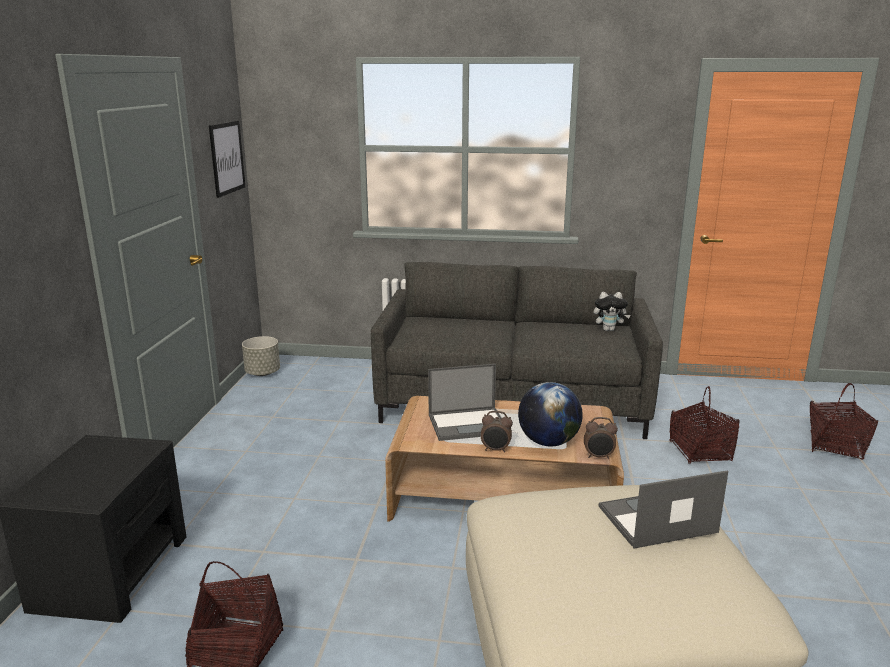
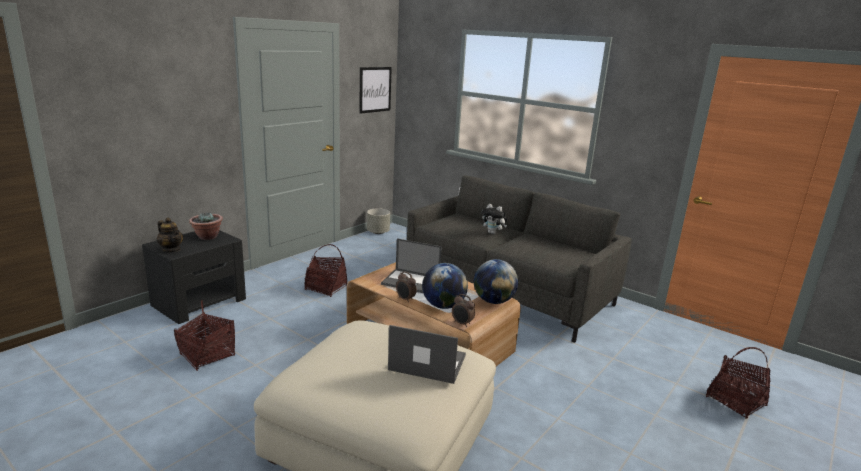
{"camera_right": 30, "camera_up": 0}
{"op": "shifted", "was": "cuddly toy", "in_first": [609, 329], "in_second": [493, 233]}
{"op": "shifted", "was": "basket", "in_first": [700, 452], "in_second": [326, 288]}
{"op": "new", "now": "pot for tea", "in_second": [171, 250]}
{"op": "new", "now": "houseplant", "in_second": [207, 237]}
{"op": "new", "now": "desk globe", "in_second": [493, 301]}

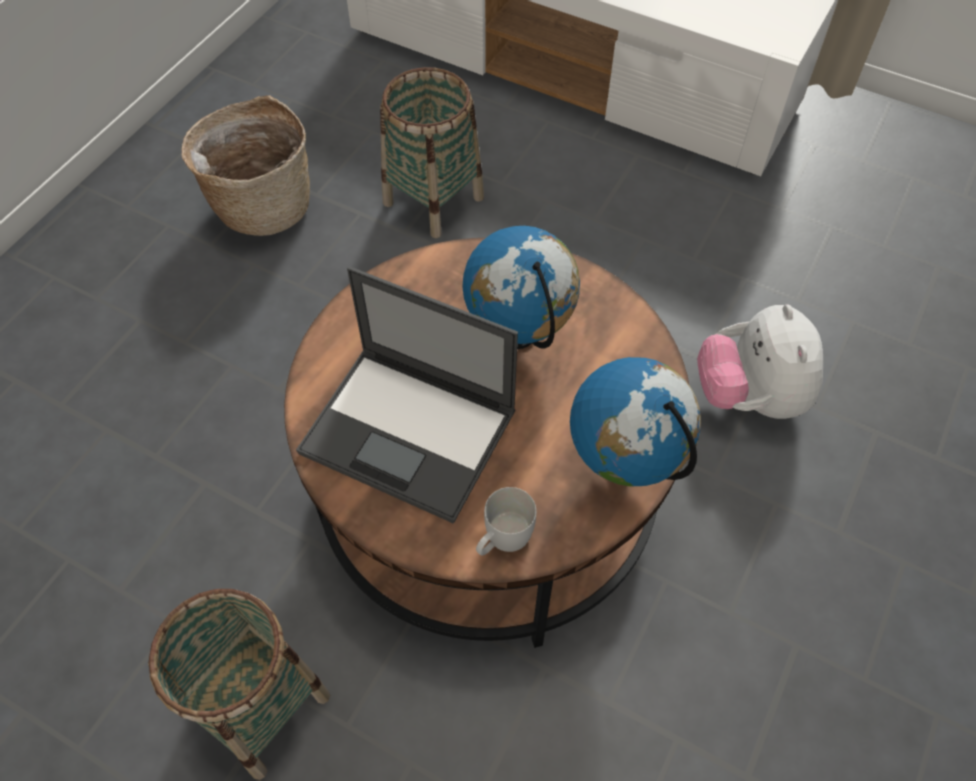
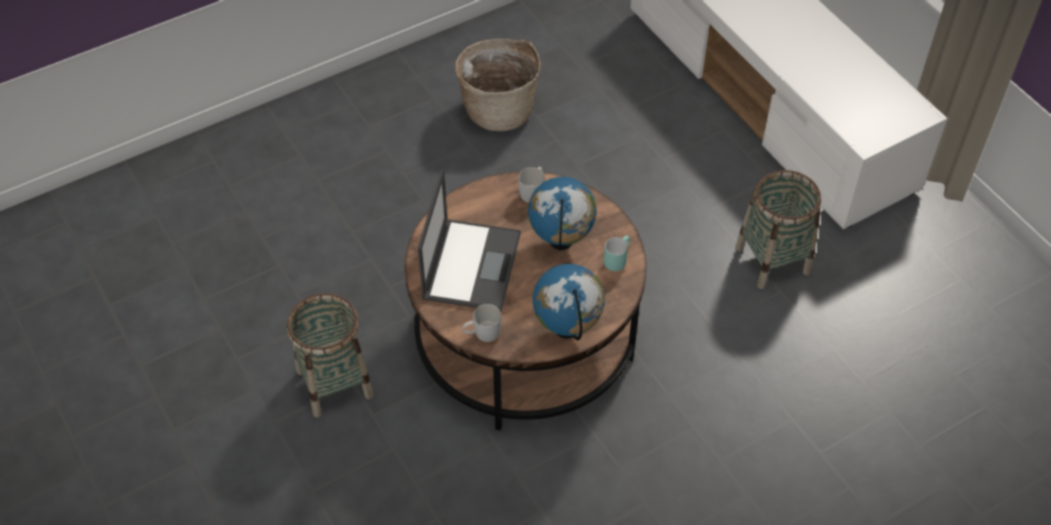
{"camera_right": 30, "camera_up": -5}
{"op": "rotated", "was": "portable computer", "in_first": [411, 432], "in_second": [471, 264], "clockwise": -135}
{"op": "shifted", "was": "basket", "in_first": [434, 200], "in_second": [773, 260]}
{"op": "gone", "was": "cuddly toy", "in_first": [749, 396]}
{"op": "new", "now": "white coffee mug", "in_second": [533, 191]}
{"op": "new", "now": "blue-green coffee mug", "in_second": [616, 259]}

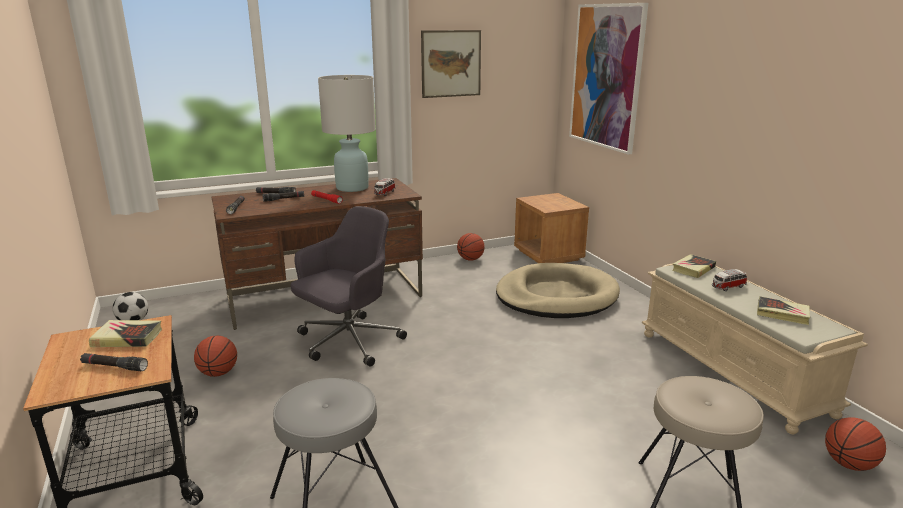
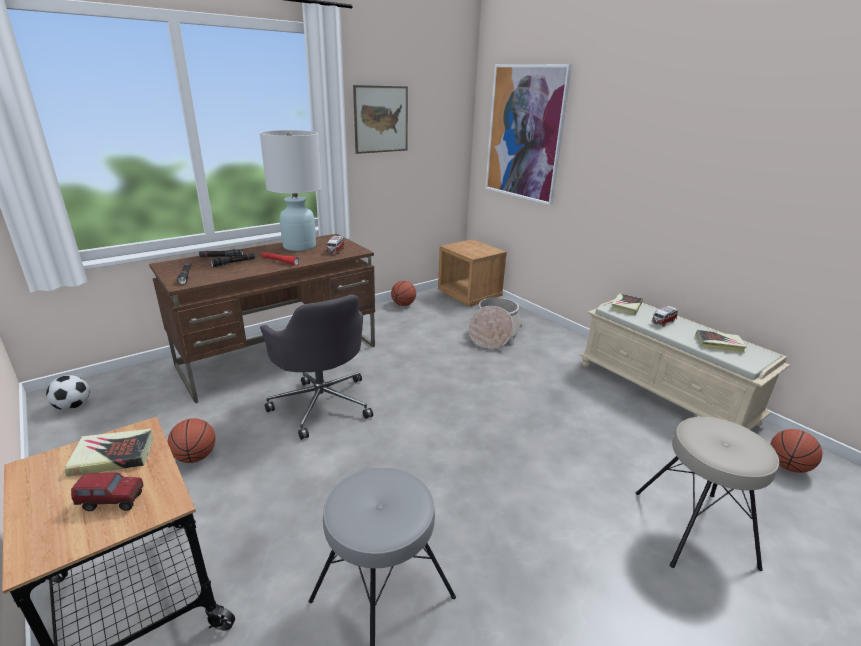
{"camera_right": -15, "camera_up": 5}
{"op": "swapped", "was": "blackish flashlight", "now": "model truck", "in_first": [114, 367], "in_second": [112, 502]}
{"op": "rotated", "was": "gray desk chair", "in_first": [348, 342], "in_second": [322, 403], "clockwise": 120}
{"op": "swapped", "was": "sand-coloured pet bed", "now": "basket", "in_first": [556, 296], "in_second": [493, 335]}

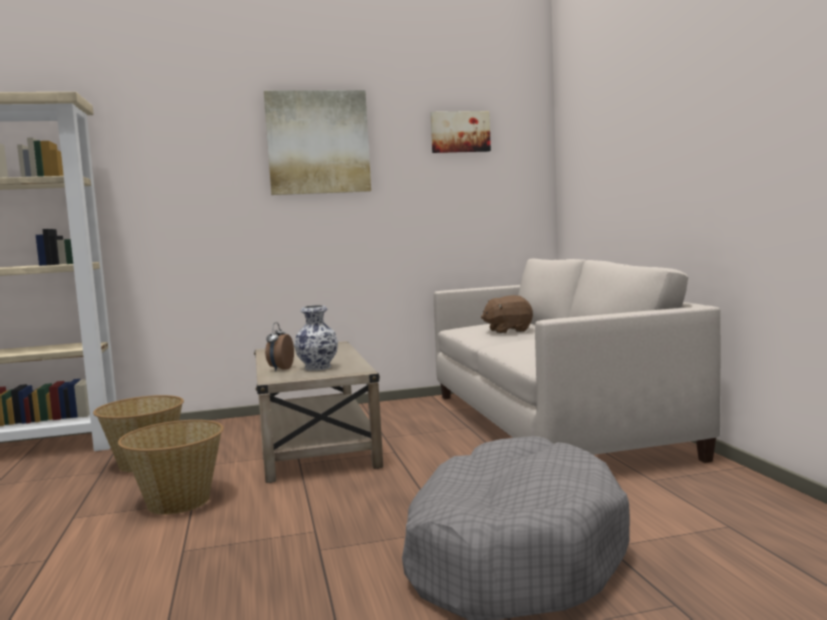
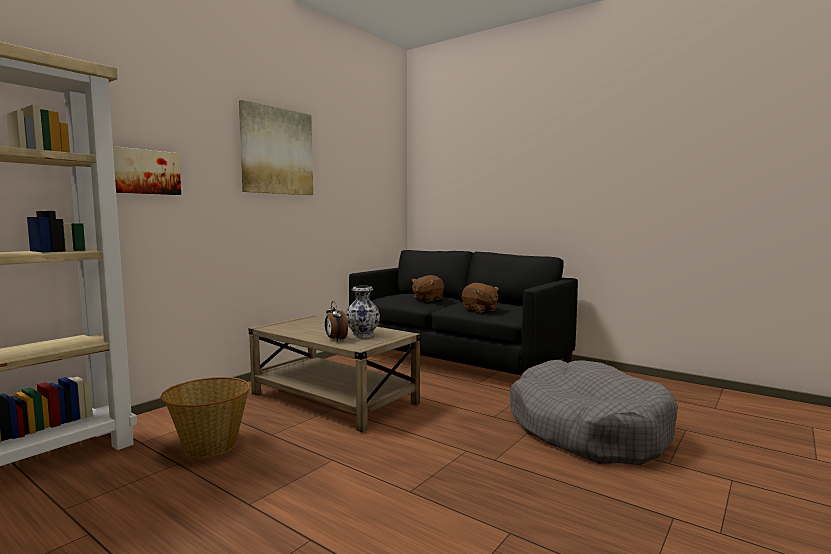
{"camera_right": -40, "camera_up": 0}
{"op": "gone", "was": "basket", "in_first": [178, 501]}
{"op": "shifted", "was": "wall picture", "in_first": [459, 132], "in_second": [145, 172]}
{"op": "repainted", "was": "sand-coloured settee", "now": "blackish settee", "in_first": [552, 424], "in_second": [457, 358]}
{"op": "new", "now": "brown-coloured cuddly toy", "in_second": [479, 310]}

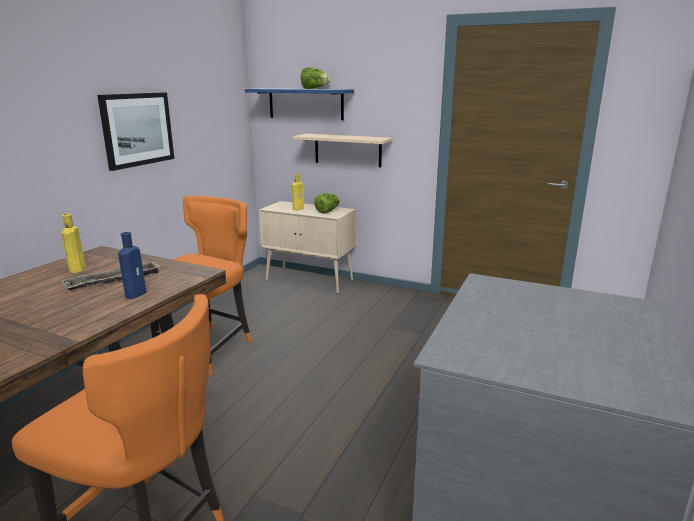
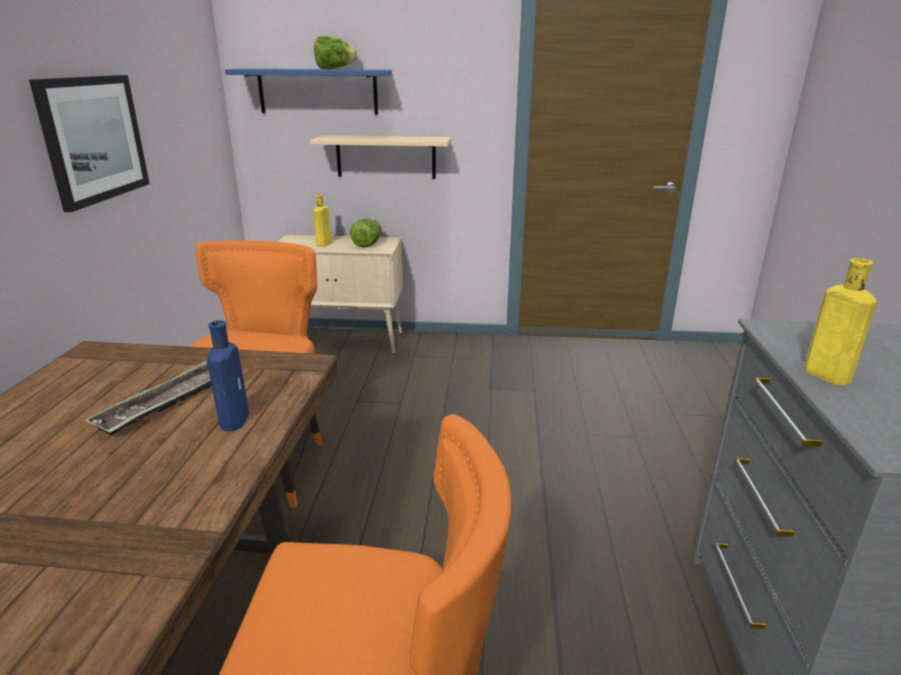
{"camera_right": -20, "camera_up": 5}
{"op": "shifted", "was": "yellowish drink bottle", "in_first": [78, 268], "in_second": [823, 374]}

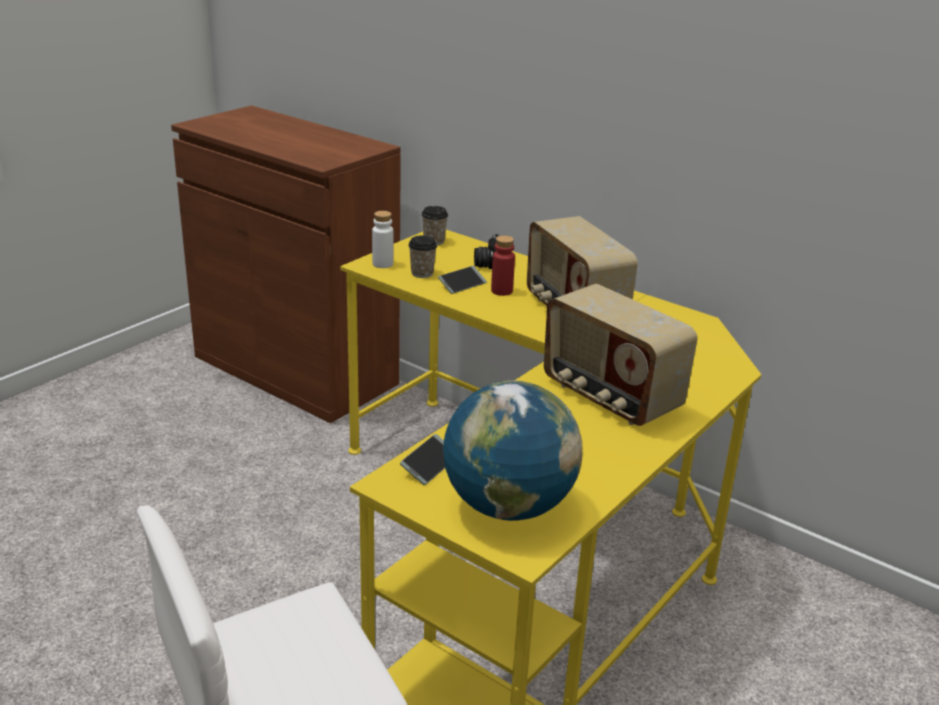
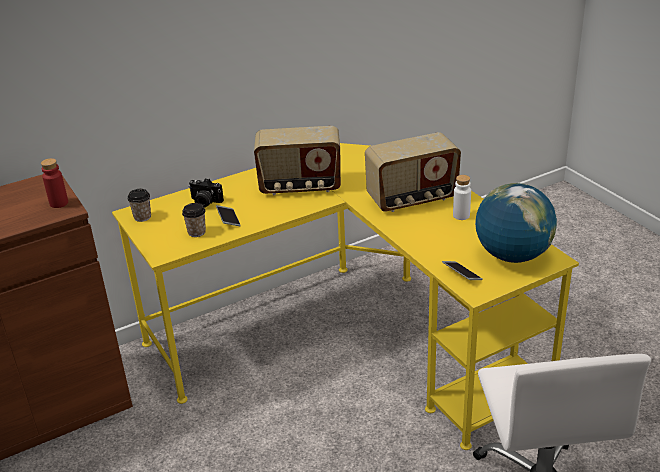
{"camera_right": -65, "camera_up": 5}
{"op": "shifted", "was": "white drink bottle", "in_first": [382, 264], "in_second": [461, 215]}
{"op": "shifted", "was": "reddish drink bottle", "in_first": [501, 291], "in_second": [59, 203]}

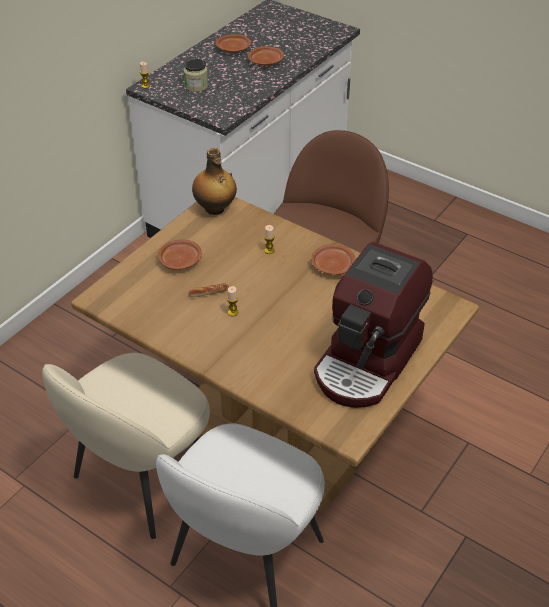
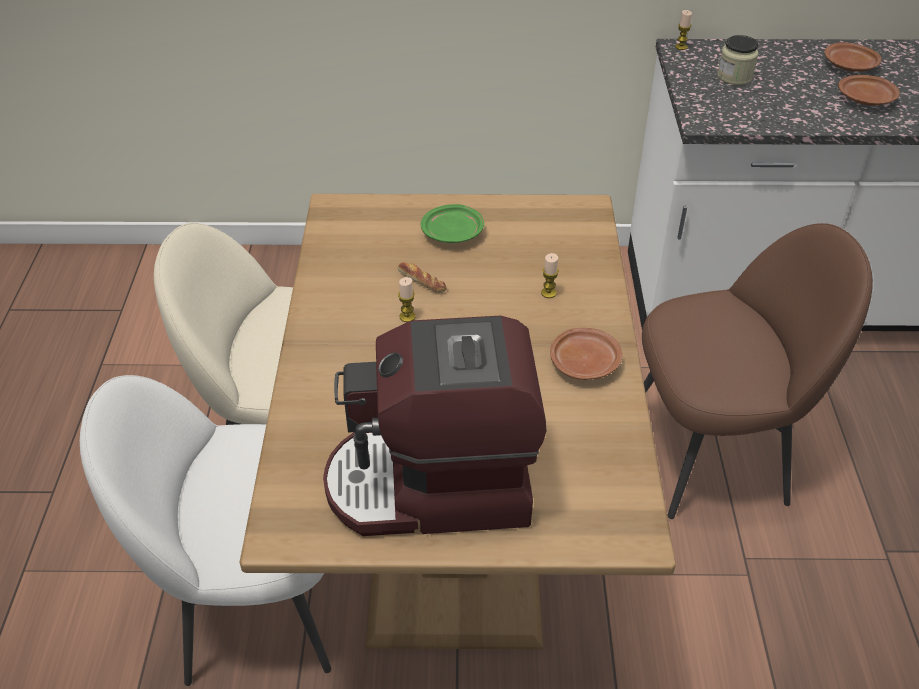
{"camera_right": 55, "camera_up": 0}
{"op": "repainted", "was": "brown-coloured plate", "now": "green plate", "in_first": [180, 260], "in_second": [453, 233]}
{"op": "gone", "was": "drink bottle", "in_first": [215, 209]}

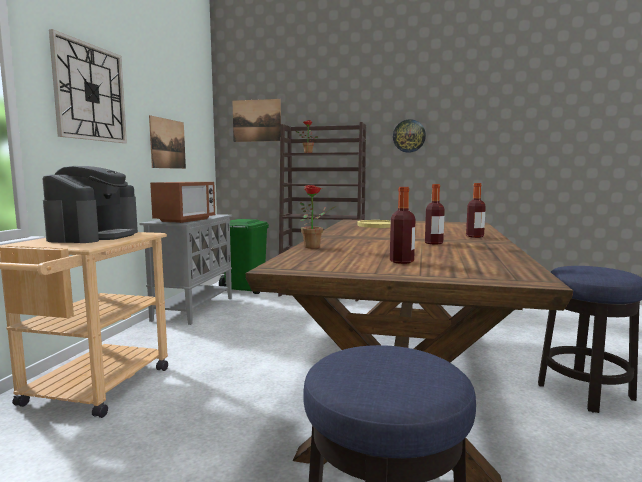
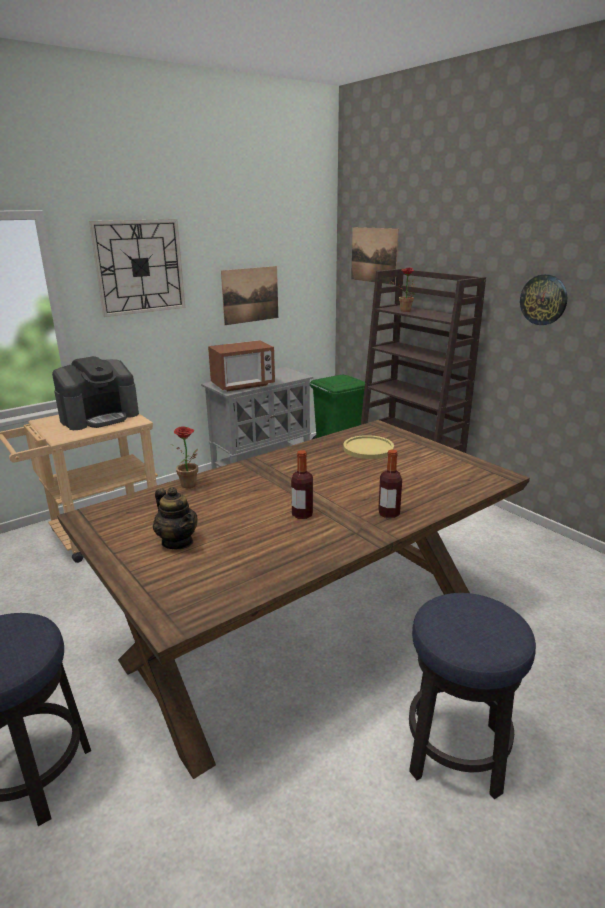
{"camera_right": 40, "camera_up": 15}
{"op": "swapped", "was": "drink bottle", "now": "pot for tea", "in_first": [401, 261], "in_second": [178, 542]}

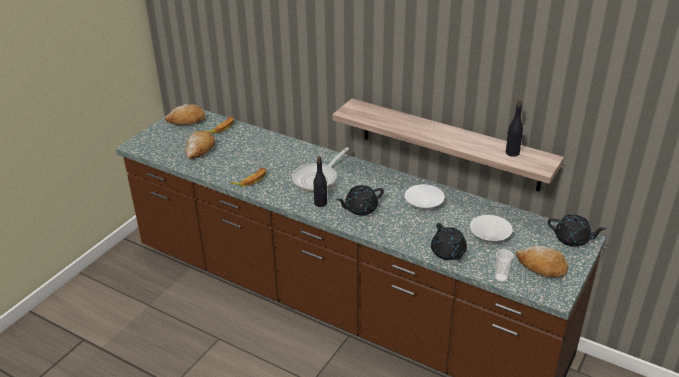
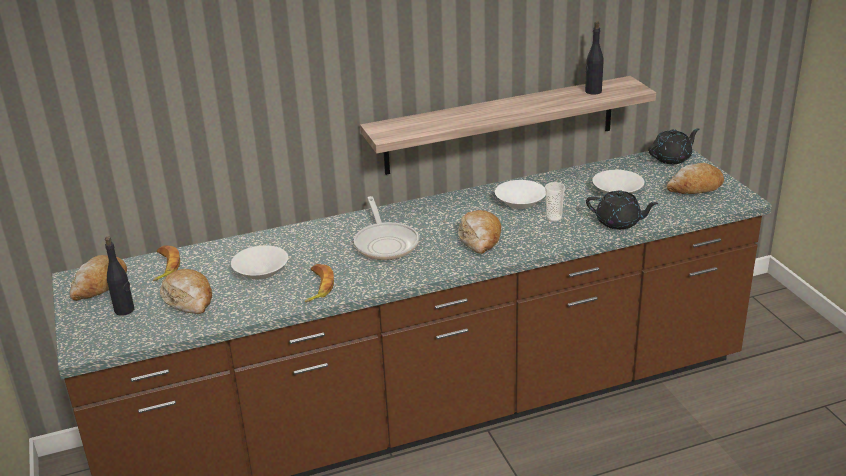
{"camera_right": -50, "camera_up": -5}
{"op": "shifted", "was": "blackish drink bottle", "in_first": [320, 203], "in_second": [124, 310]}
{"op": "swapped", "was": "blackish pot for tea", "now": "bakery bread", "in_first": [360, 208], "in_second": [480, 239]}
{"op": "shifted", "was": "drinking cup", "in_first": [501, 277], "in_second": [554, 218]}
{"op": "new", "now": "white serving bowl", "in_second": [262, 271]}

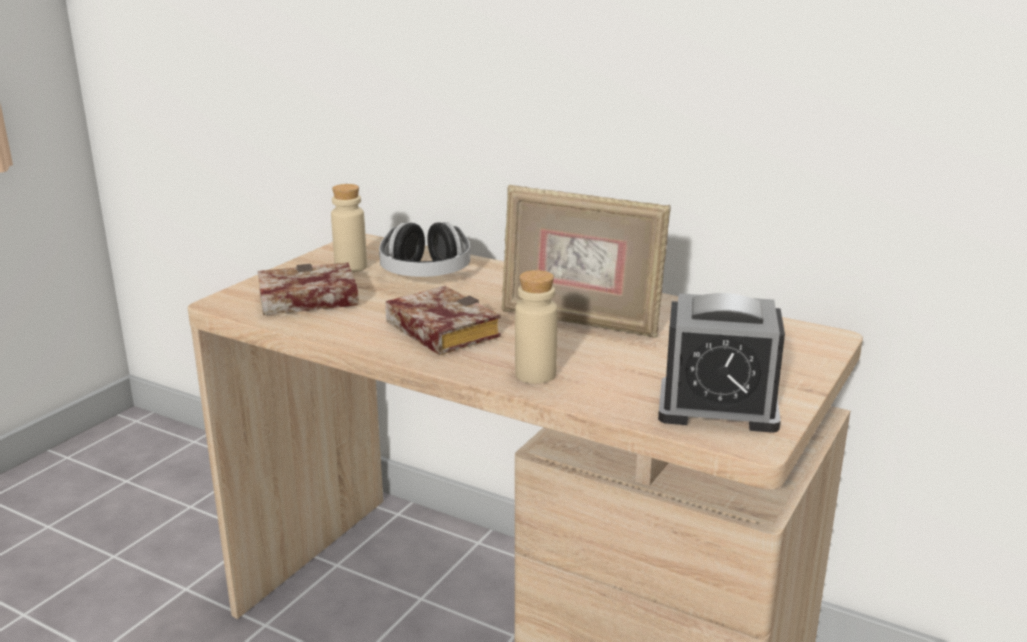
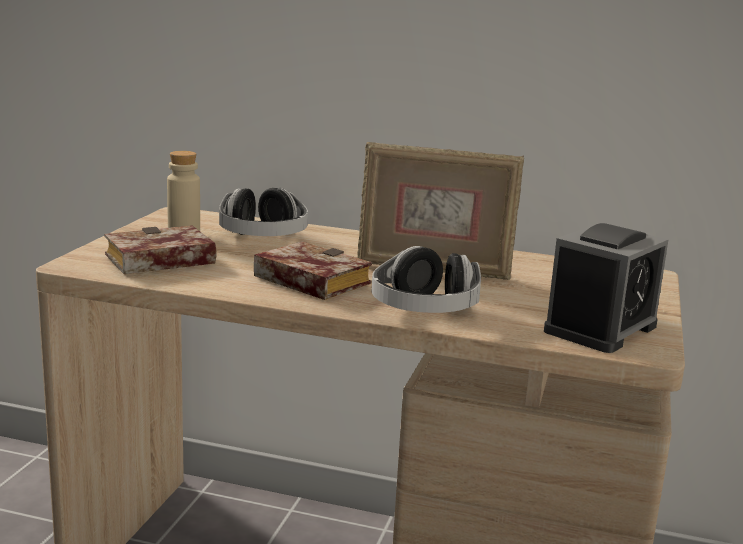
{"camera_right": -15, "camera_up": -5}
{"op": "swapped", "was": "sand-coloured drink bottle", "now": "headset", "in_first": [535, 374], "in_second": [424, 311]}
{"op": "rotated", "was": "alarm clock", "in_first": [717, 407], "in_second": [600, 328], "clockwise": -45}

